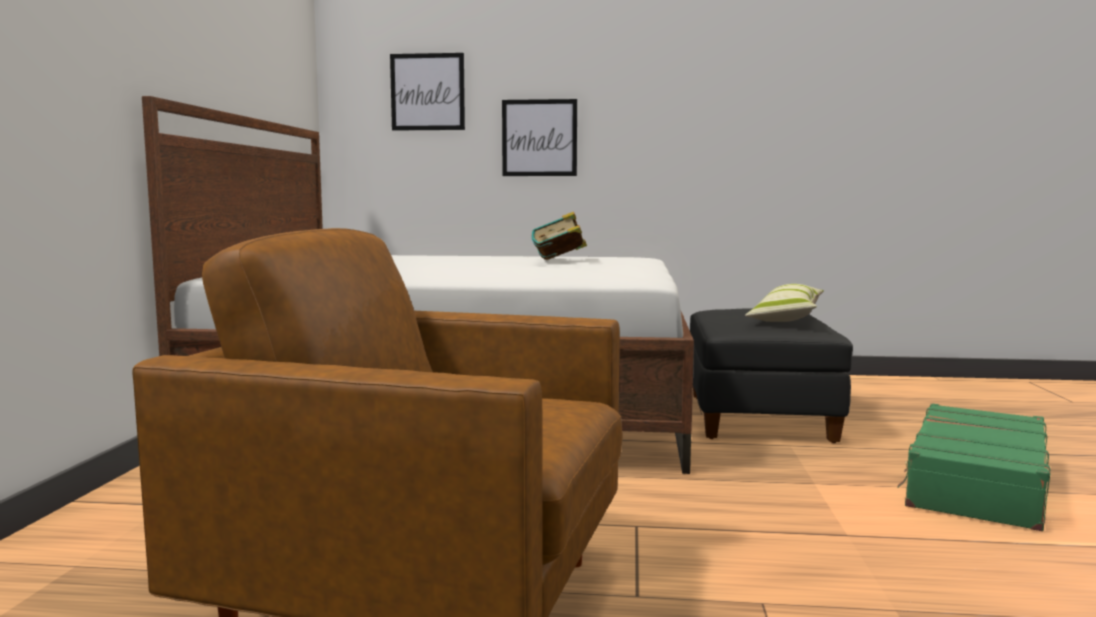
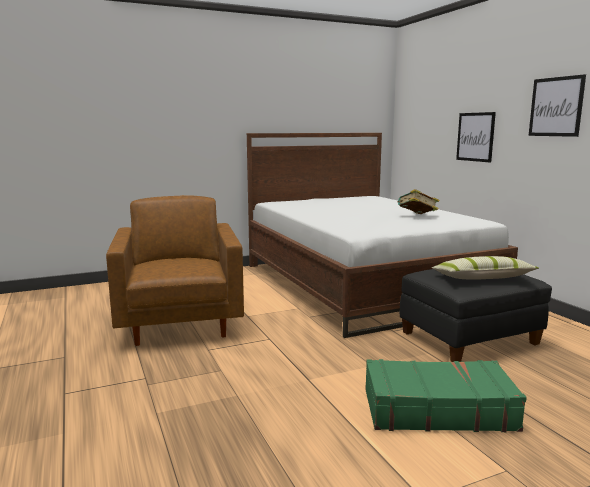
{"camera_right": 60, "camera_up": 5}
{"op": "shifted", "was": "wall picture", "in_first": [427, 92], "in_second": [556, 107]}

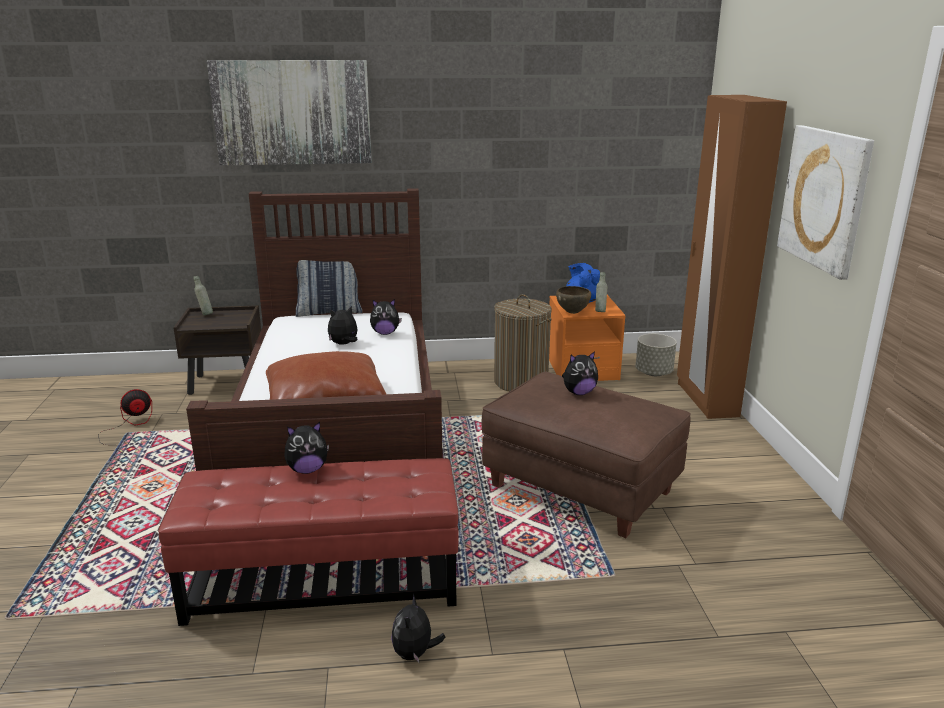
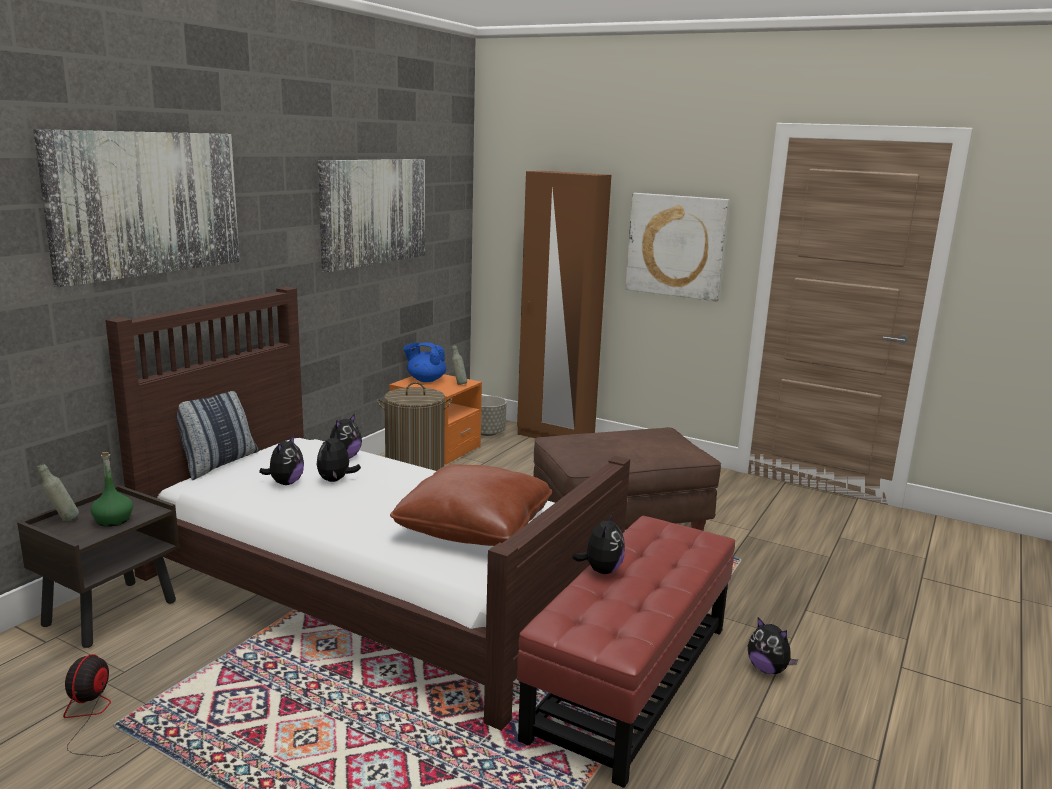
{"camera_right": -55, "camera_up": -5}
{"op": "gone", "was": "brown-coloured serving bowl", "in_first": [573, 312]}
{"op": "shifted", "was": "cuddly toy", "in_first": [578, 393], "in_second": [285, 483]}
{"op": "new", "now": "green drink bottle", "in_second": [113, 520]}
{"op": "new", "now": "wall picture", "in_second": [374, 212]}

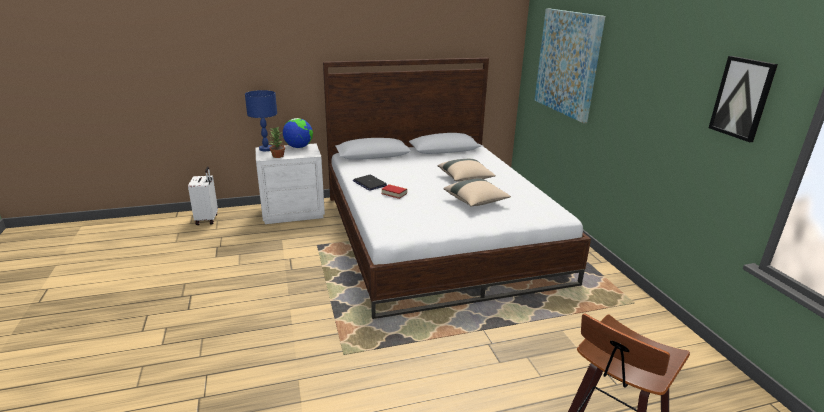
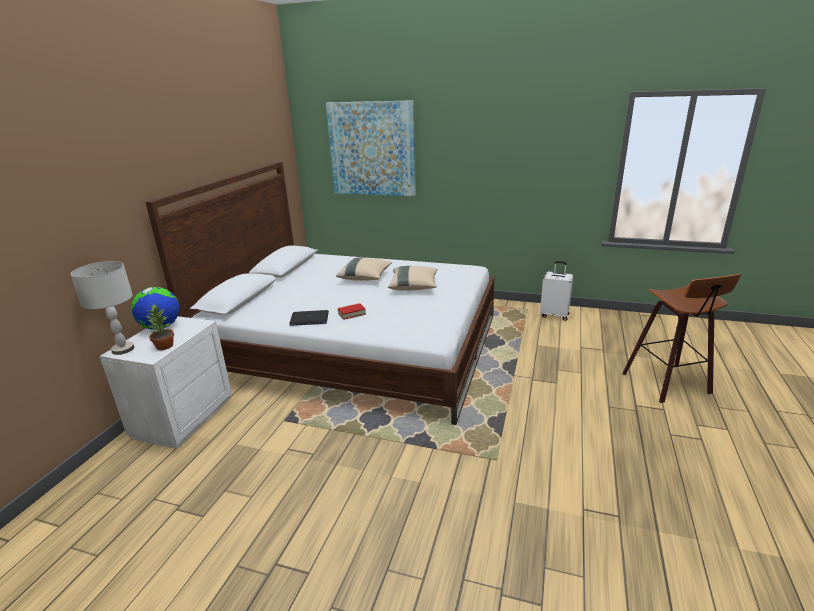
{"camera_right": -55, "camera_up": 0}
{"op": "shifted", "was": "white travel case", "in_first": [207, 219], "in_second": [554, 315]}
{"op": "repainted", "was": "blue lamp for a table", "now": "gray lamp for a table", "in_first": [265, 149], "in_second": [123, 349]}
{"op": "gone", "was": "wall picture", "in_first": [742, 98]}

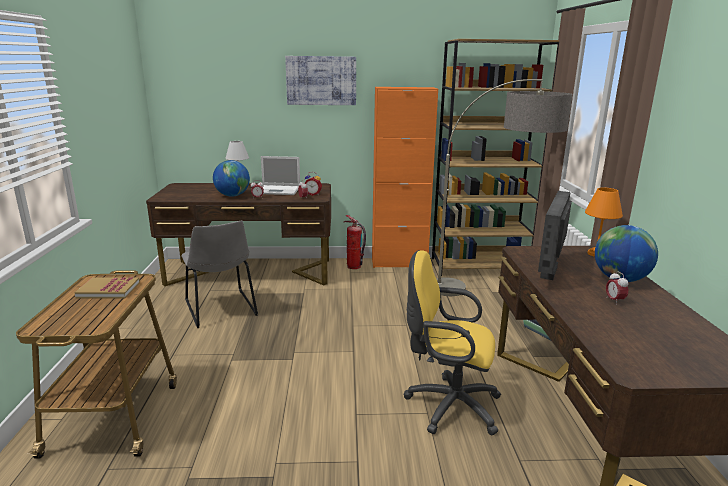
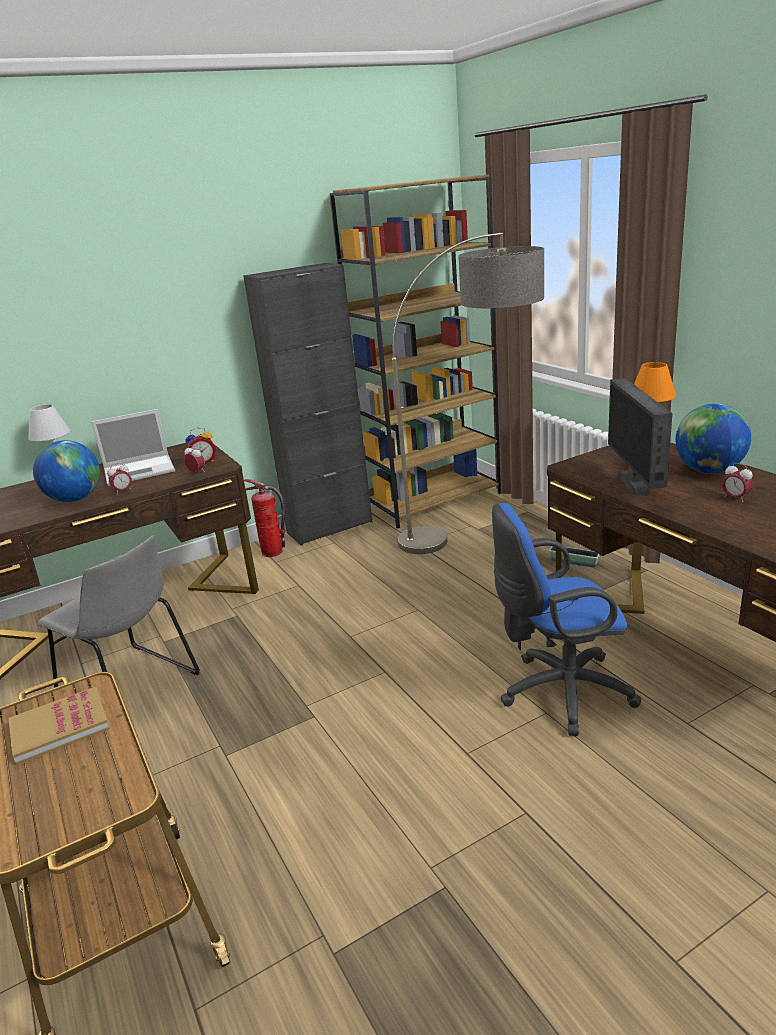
{"camera_right": -25, "camera_up": 5}
{"op": "gone", "was": "wall picture", "in_first": [321, 80]}
{"op": "repainted", "was": "orangey cupboard", "now": "blackish cupboard", "in_first": [399, 263], "in_second": [329, 527]}
{"op": "repainted", "was": "yellowish desk chair", "now": "blue desk chair", "in_first": [448, 405], "in_second": [559, 693]}

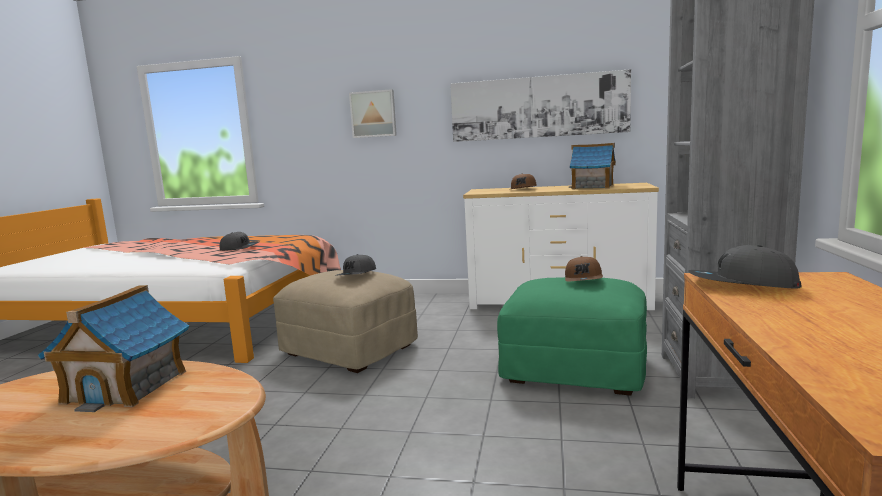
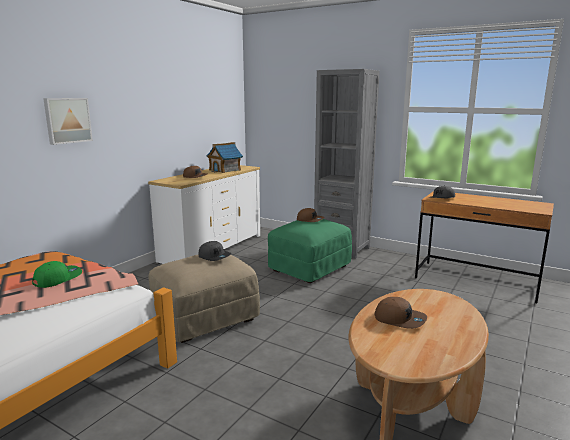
{"camera_right": -70, "camera_up": 5}
{"op": "swapped", "was": "model house", "now": "brown-coloured baseball cap", "in_first": [126, 386], "in_second": [400, 319]}
{"op": "repainted", "was": "gray baseball cap", "now": "green baseball cap", "in_first": [240, 248], "in_second": [57, 278]}
{"op": "gone", "was": "wall picture", "in_first": [538, 107]}

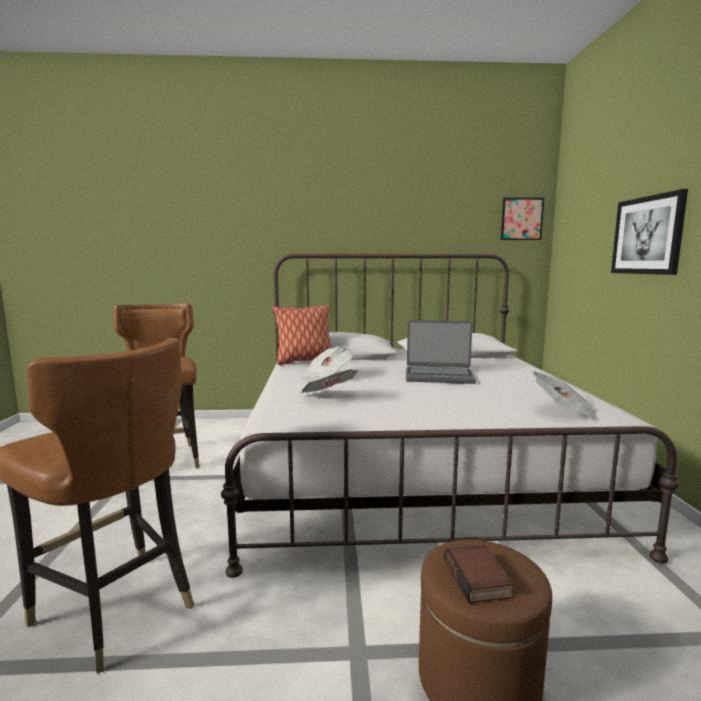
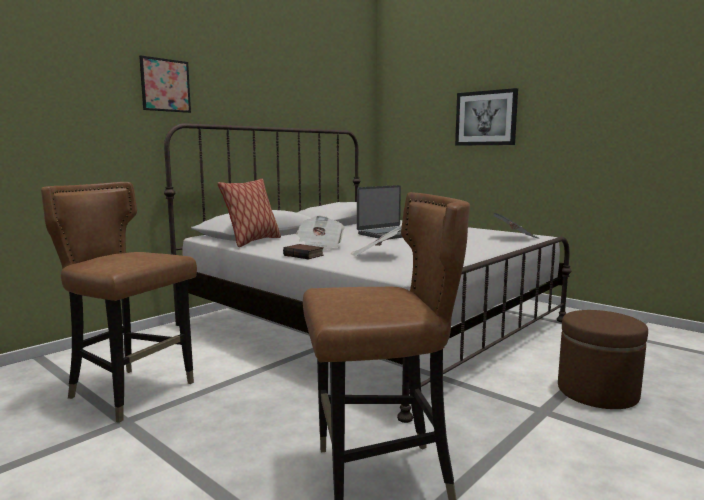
{"camera_right": -45, "camera_up": 0}
{"op": "shifted", "was": "volume", "in_first": [479, 579], "in_second": [304, 255]}
{"op": "shifted", "was": "wall picture", "in_first": [521, 219], "in_second": [165, 85]}

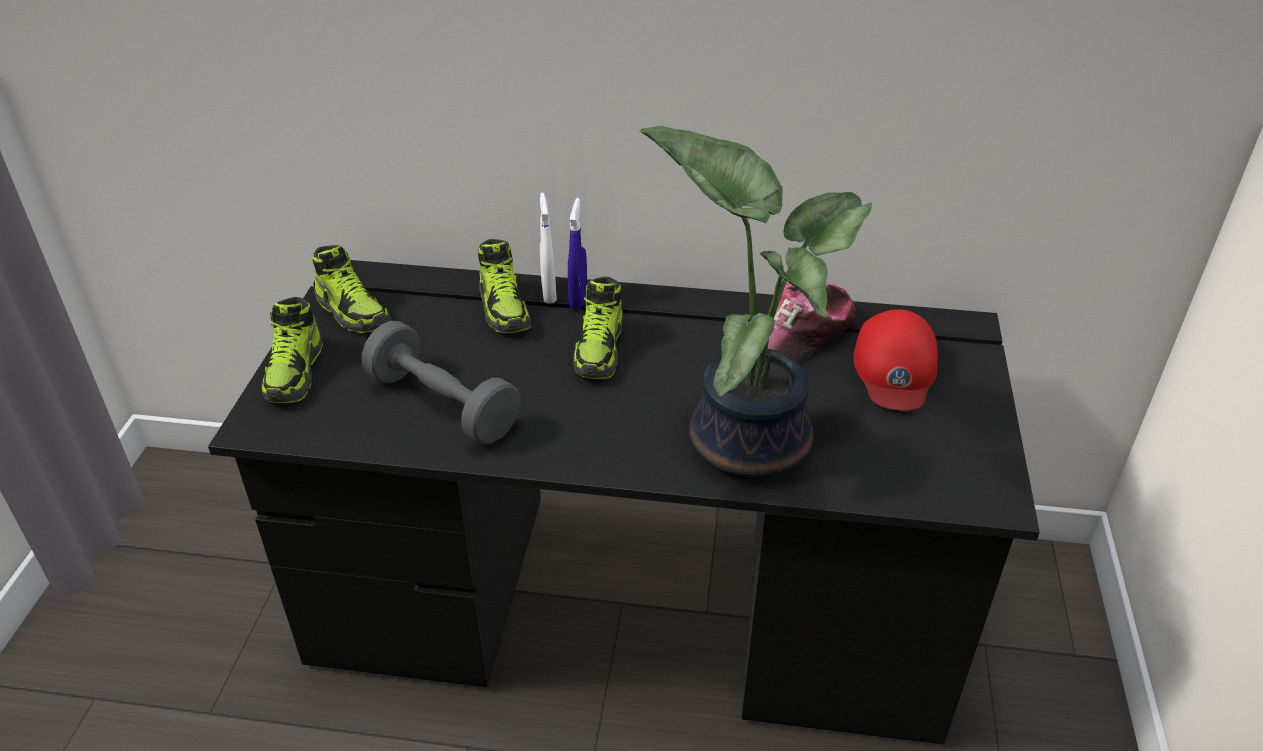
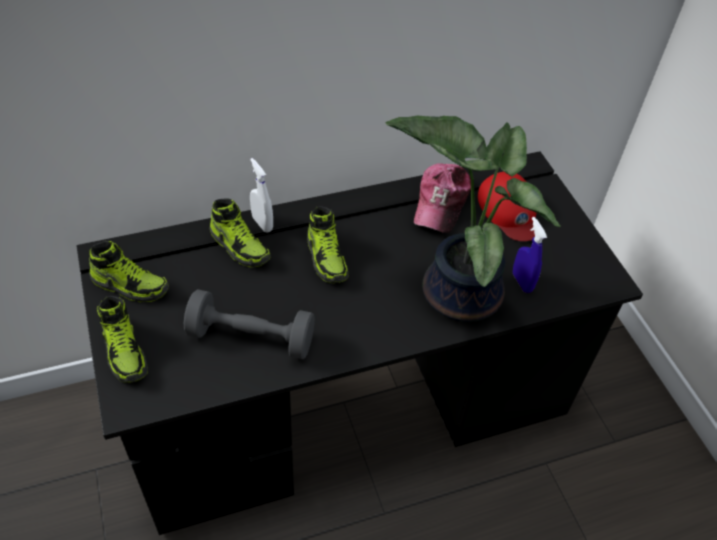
{"camera_right": -30, "camera_up": 10}
{"op": "shifted", "was": "blue hand sprayer", "in_first": [578, 299], "in_second": [522, 282]}

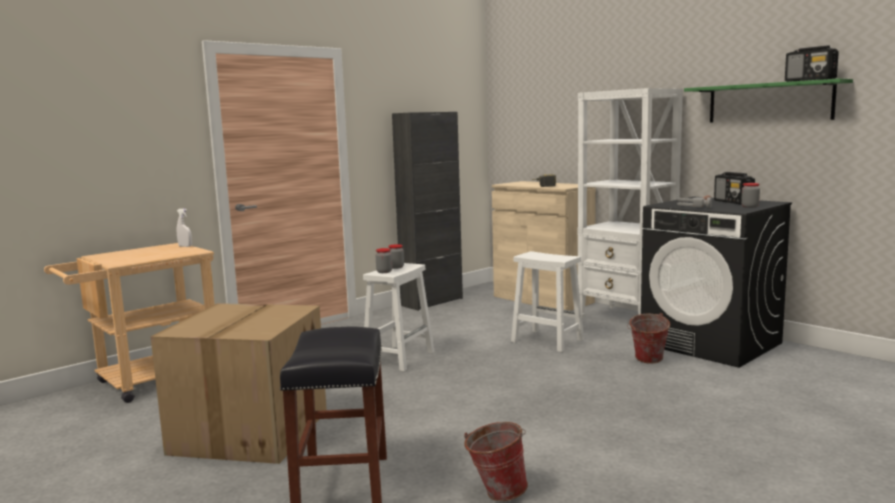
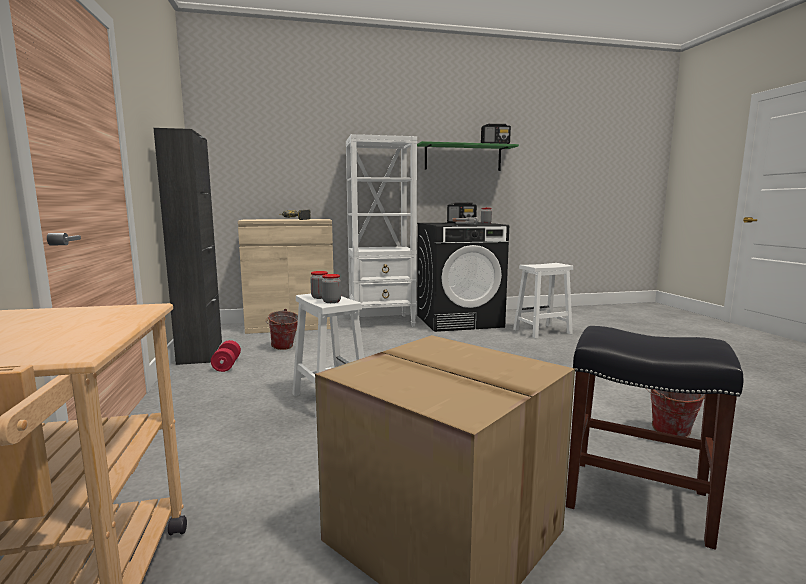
{"camera_right": -60, "camera_up": 0}
{"op": "gone", "was": "white hand sprayer", "in_first": [185, 246]}
{"op": "shifted", "was": "white sitting stool", "in_first": [546, 340], "in_second": [541, 331]}
{"op": "shifted", "was": "bucket", "in_first": [647, 361], "in_second": [284, 348]}
{"op": "new", "now": "reddish free weight", "in_second": [227, 365]}

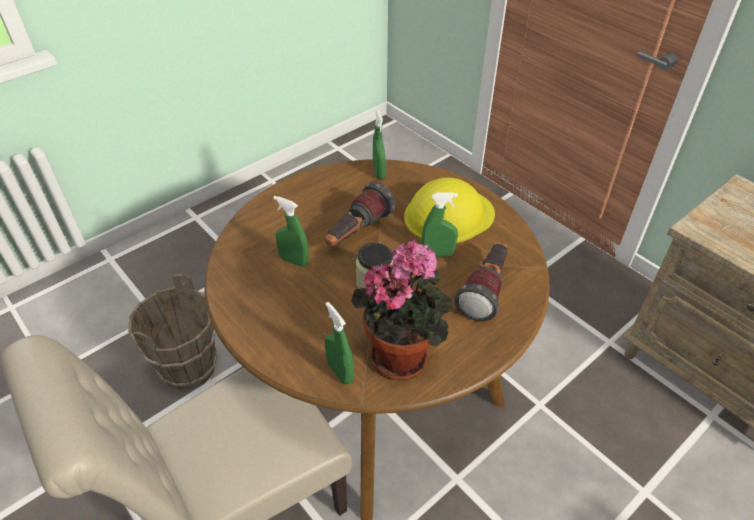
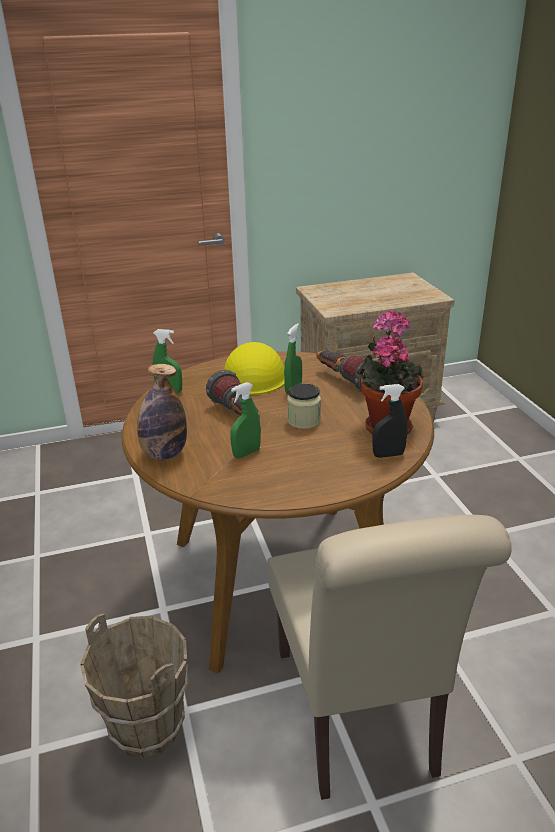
{"camera_right": -65, "camera_up": -15}
{"op": "repainted", "was": "green hand sprayer", "now": "blackish hand sprayer", "in_first": [340, 372], "in_second": [388, 455]}
{"op": "new", "now": "drink bottle", "in_second": [164, 454]}

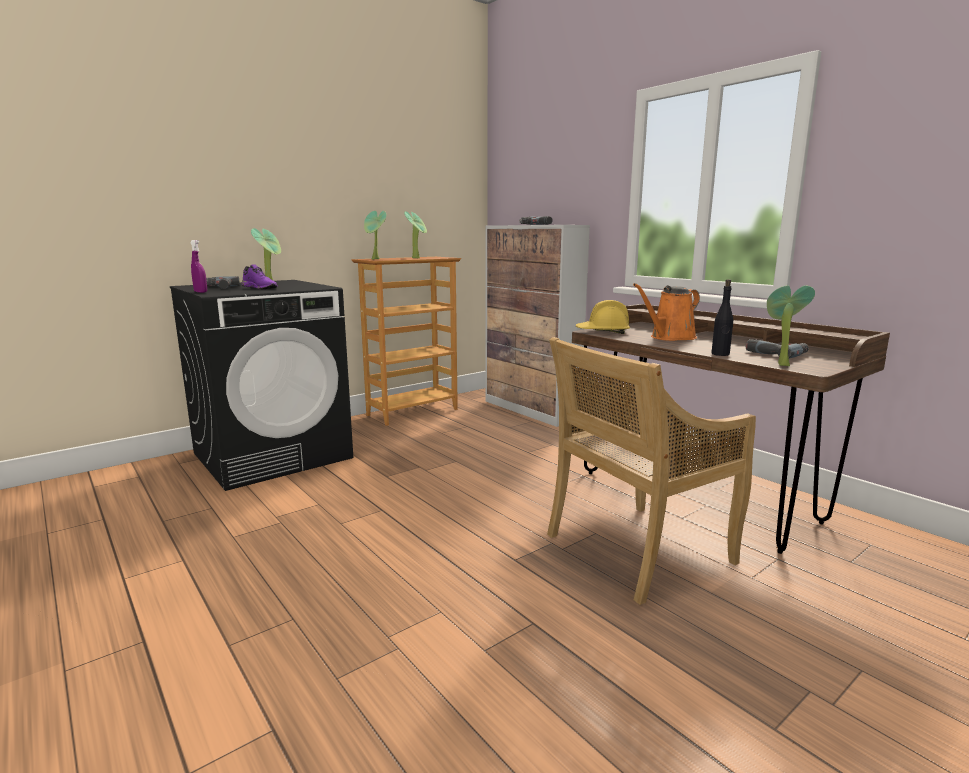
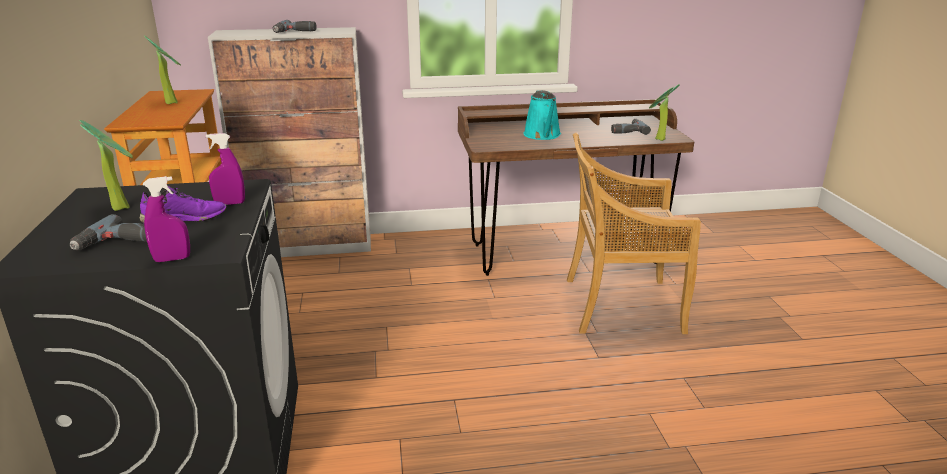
{"camera_right": -60, "camera_up": 10}
{"op": "gone", "was": "houseplant", "in_first": [376, 259]}
{"op": "rotated", "was": "sand-coloured chair", "in_first": [636, 550], "in_second": [620, 305], "clockwise": 90}
{"op": "gone", "was": "yellowish work helmet", "in_first": [602, 332]}
{"op": "repainted", "was": "orangey watering pot", "now": "blue-green watering pot", "in_first": [670, 337], "in_second": [543, 135]}
{"op": "gone", "was": "blackish drink bottle", "in_first": [720, 354]}
{"op": "new", "now": "purple-coloured hand sprayer", "in_second": [230, 203]}

